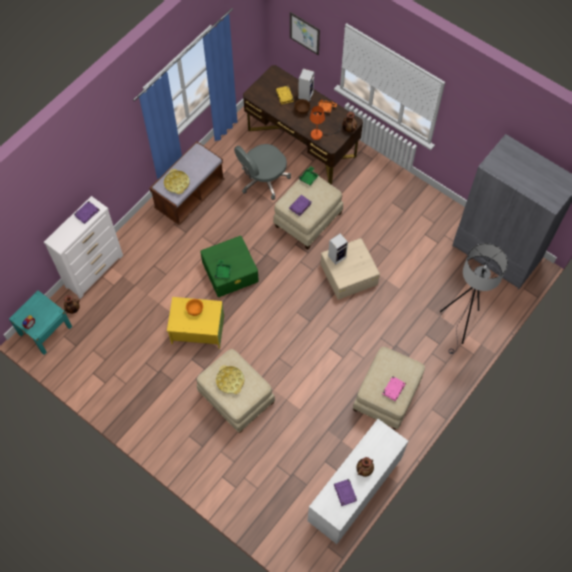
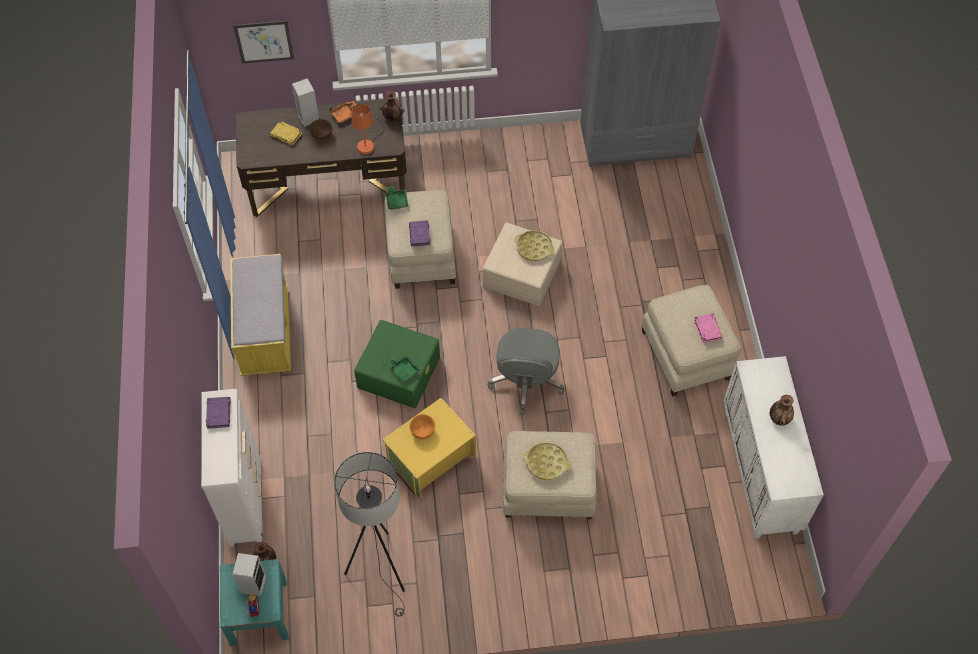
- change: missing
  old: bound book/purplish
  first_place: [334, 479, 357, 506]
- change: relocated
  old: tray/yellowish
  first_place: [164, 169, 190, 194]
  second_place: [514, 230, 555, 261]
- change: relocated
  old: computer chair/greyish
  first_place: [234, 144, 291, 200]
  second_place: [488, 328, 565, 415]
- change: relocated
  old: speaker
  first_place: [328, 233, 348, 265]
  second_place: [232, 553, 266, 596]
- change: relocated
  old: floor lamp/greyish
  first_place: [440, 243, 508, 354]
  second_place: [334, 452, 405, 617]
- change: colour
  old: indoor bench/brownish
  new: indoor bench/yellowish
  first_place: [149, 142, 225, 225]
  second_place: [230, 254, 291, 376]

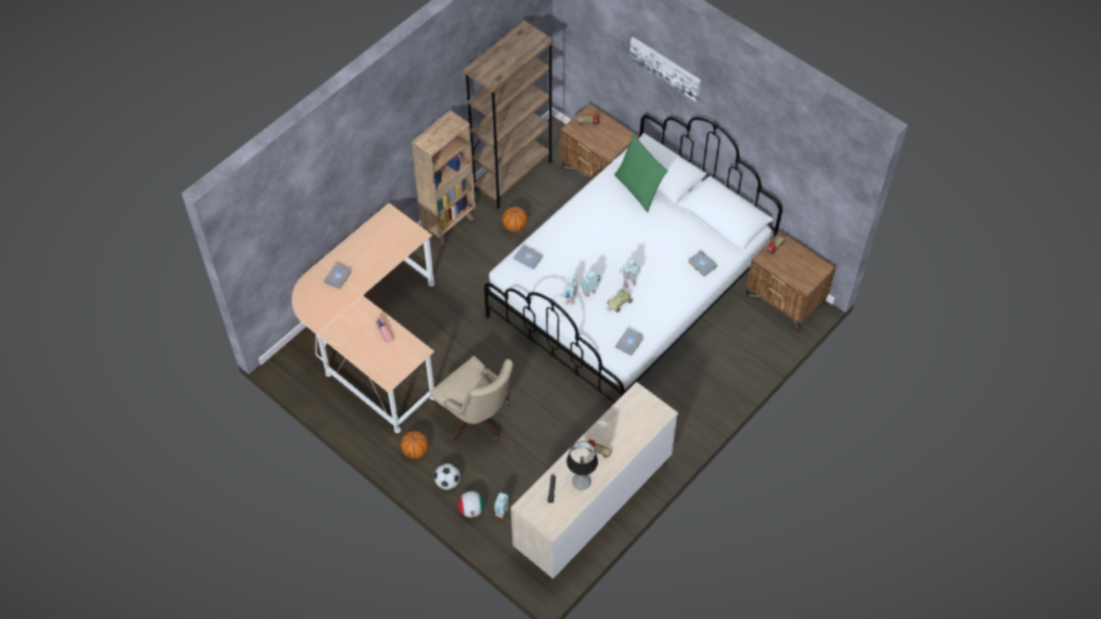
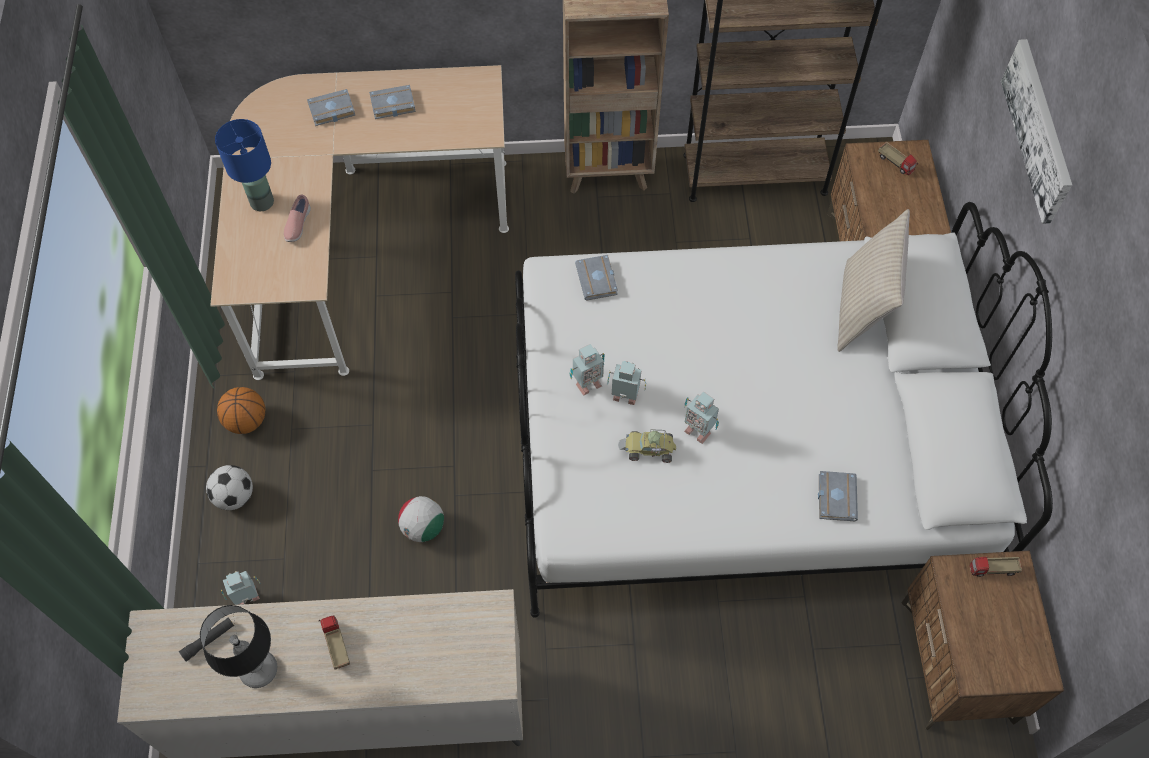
- change: missing
  old: computer chair/beige
  first_place: [430, 356, 513, 443]
- change: missing
  old: basketball
  first_place: [502, 207, 527, 232]
- change: appeared
  new: tabletop lamp/blue
  second_place: [215, 119, 274, 211]
- change: relocated
  old: football
  first_place: [458, 491, 484, 518]
  second_place: [398, 496, 444, 542]
- change: relocated
  old: bound book/greyish
  first_place: [615, 328, 644, 356]
  second_place: [369, 85, 416, 119]
- change: colour
  old: pillow/green-coloured
  new: pillow/beige
  first_place: [614, 134, 668, 213]
  second_place: [837, 209, 910, 352]

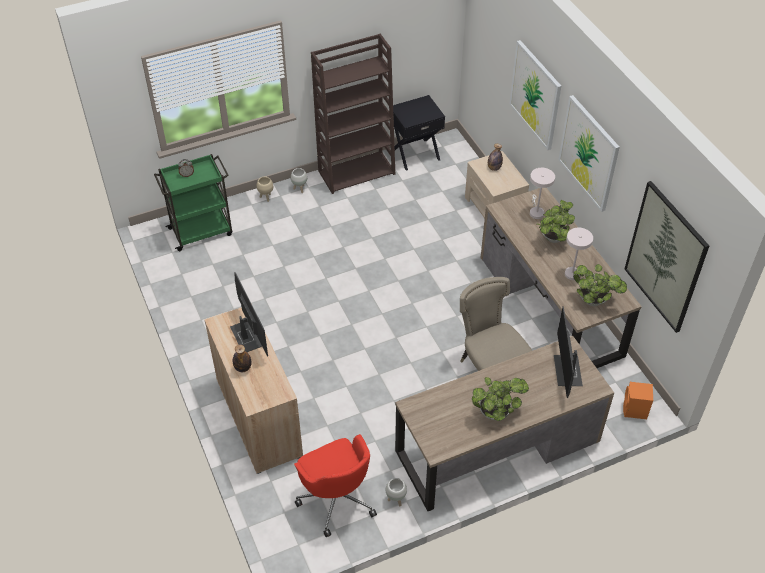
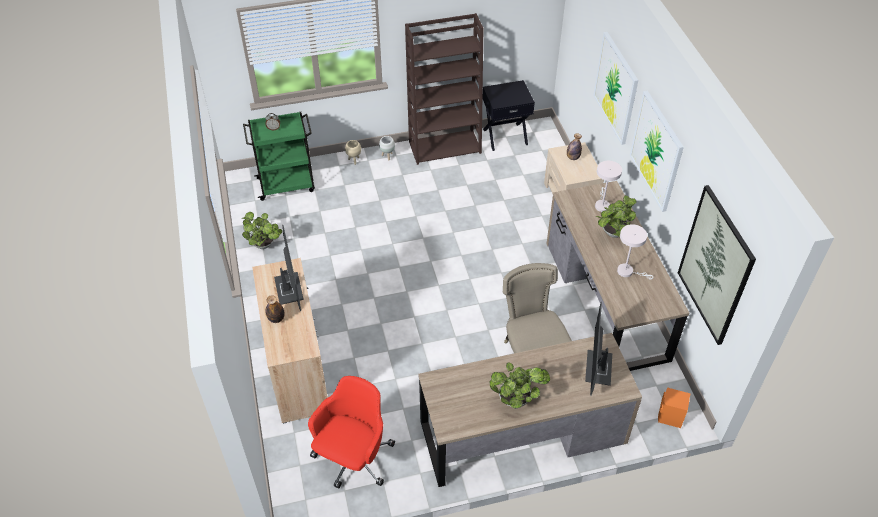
- change: missing
  old: flower pot/white-coloured
  first_place: [386, 478, 407, 506]
- change: relocated
  old: potted plant
  first_place: [573, 264, 627, 306]
  second_place: [242, 212, 282, 249]
- change: spun
  old: computer chair/red-coloured
  first_place: [294, 434, 377, 537]
  second_place: [308, 376, 395, 488]
  degrees: -135

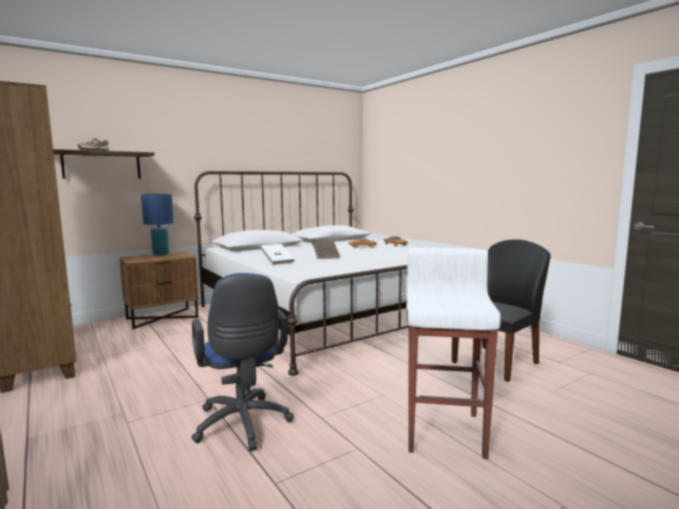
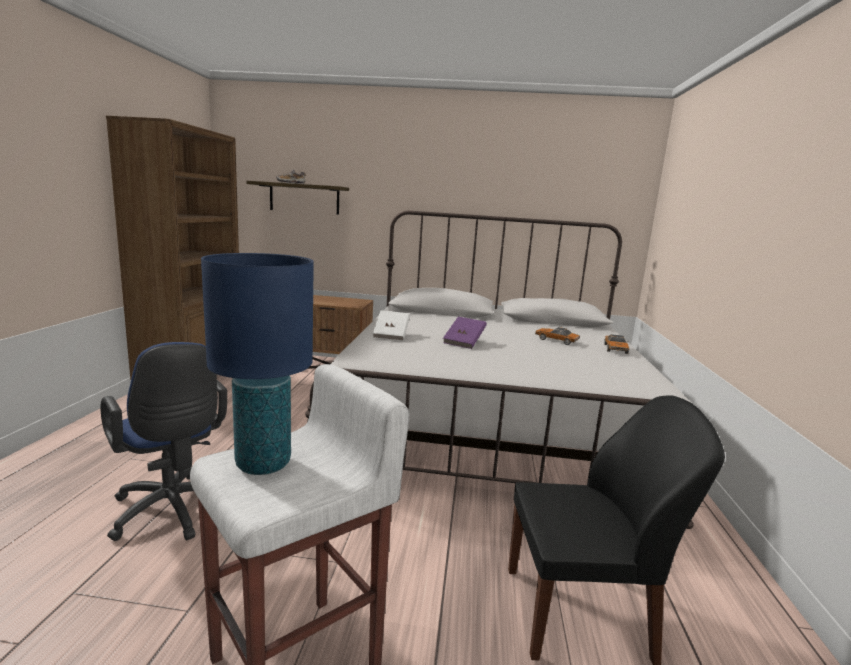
- change: relocated
  old: tabletop lamp/blue
  first_place: [141, 194, 174, 256]
  second_place: [201, 253, 314, 475]
- change: colour
  old: bound book/brownish
  new: bound book/purplish
  first_place: [312, 240, 340, 259]
  second_place: [443, 317, 487, 349]
- change: spun
  old: computer chair/blue
  first_place: [191, 273, 294, 451]
  second_place: [101, 342, 227, 541]
  degrees: -60

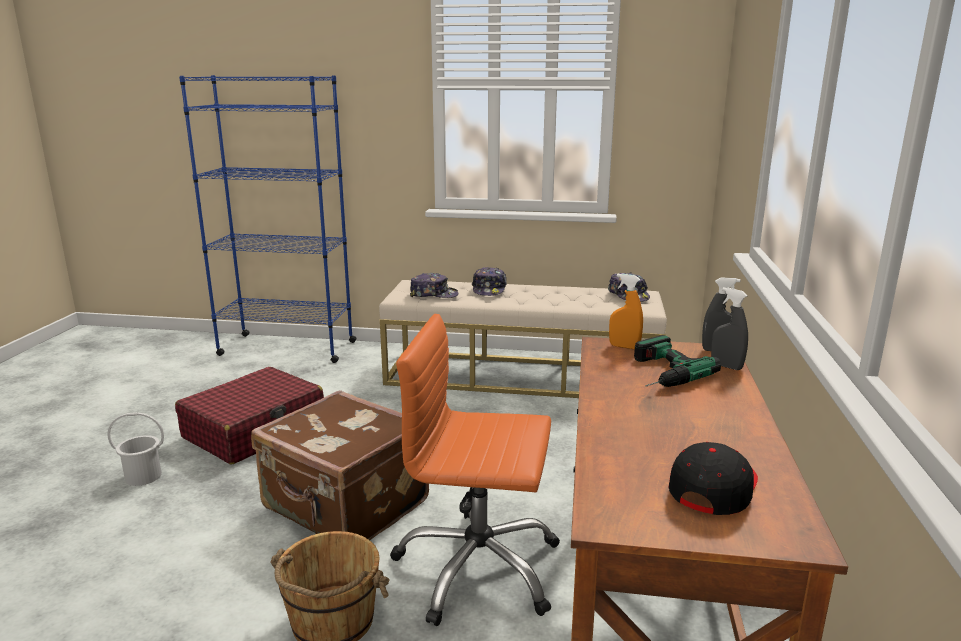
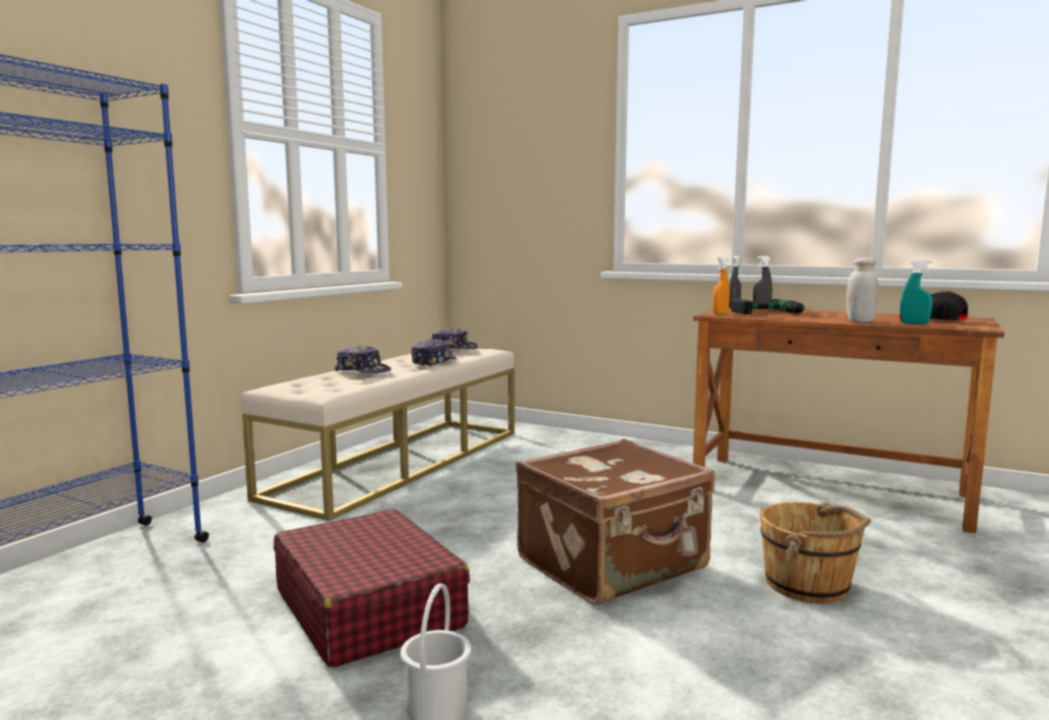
- change: missing
  old: computer chair/orange
  first_place: [390, 314, 560, 626]
- change: appeared
  new: storage jar/white-coloured
  second_place: [846, 258, 878, 323]
- change: appeared
  new: spray bottle/blue-green
  second_place: [900, 260, 933, 324]
- change: relocated
  old: cap
  first_place: [410, 273, 459, 298]
  second_place: [411, 339, 457, 366]

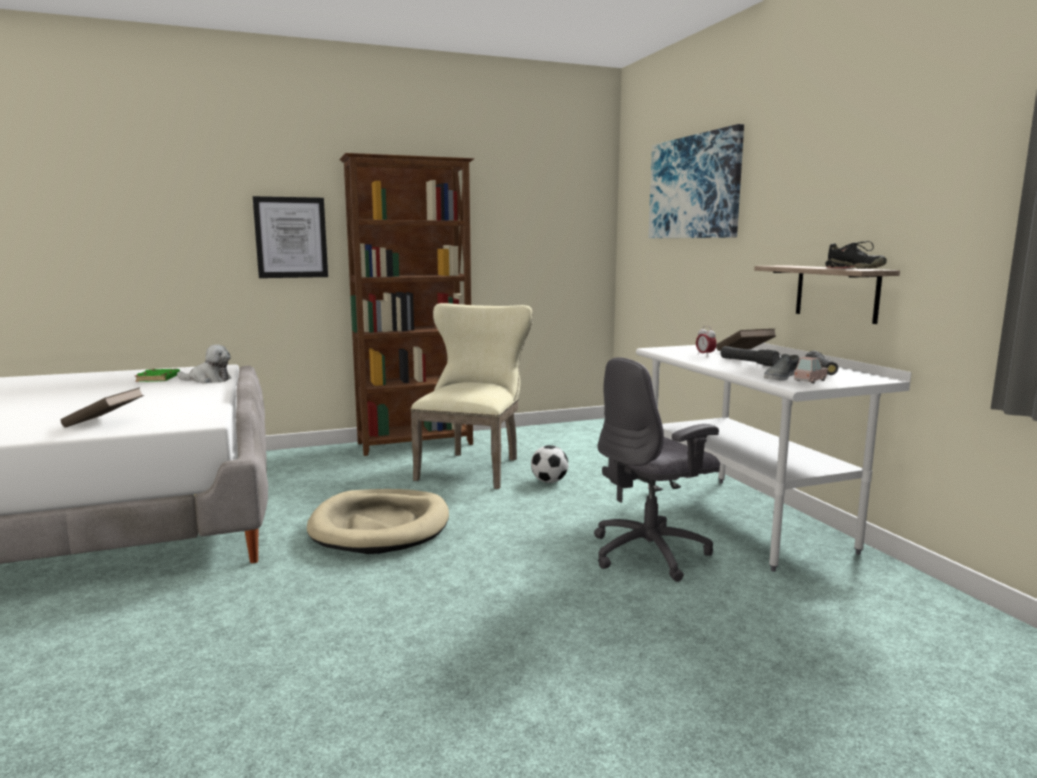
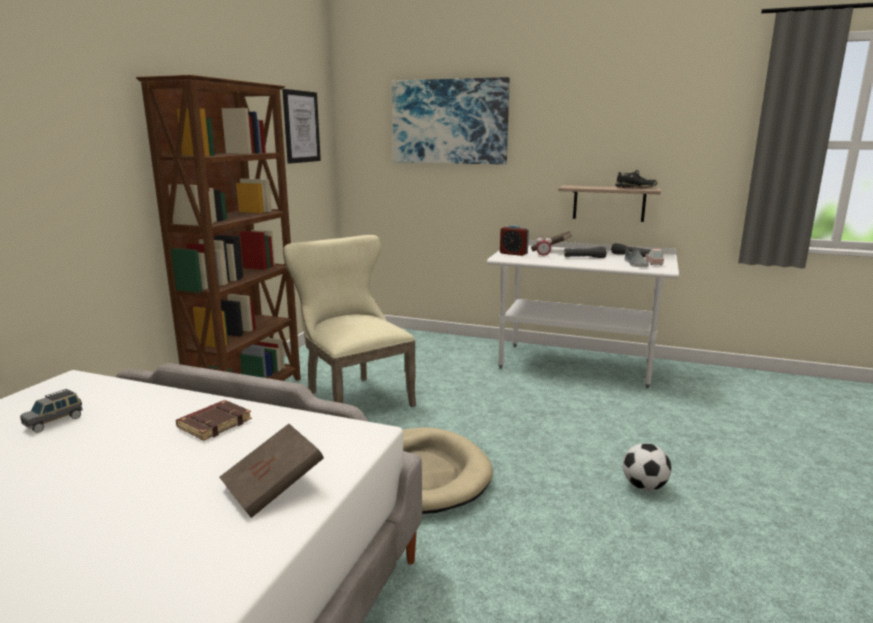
- change: missing
  old: plush toy
  first_place: [177, 344, 231, 384]
- change: missing
  old: computer chair/greyish
  first_place: [594, 357, 720, 582]
- change: appeared
  new: bound book/brownish
  second_place: [176, 400, 252, 441]
- change: appeared
  new: alarm clock
  second_place: [500, 225, 529, 256]
- change: relocated
  old: picture
  first_place: [253, 196, 328, 278]
  second_place: [282, 89, 321, 164]
- change: relocated
  old: football
  first_place: [531, 445, 568, 483]
  second_place: [623, 443, 671, 491]
- change: exchanged
  old: bound book/green-coloured
  new: toy car/greyish
  first_place: [135, 369, 180, 382]
  second_place: [20, 389, 83, 433]

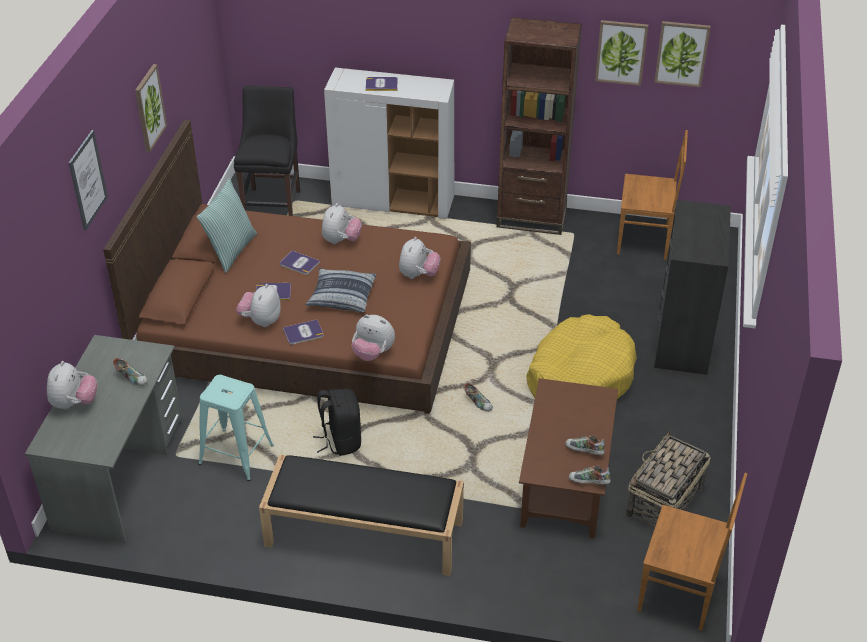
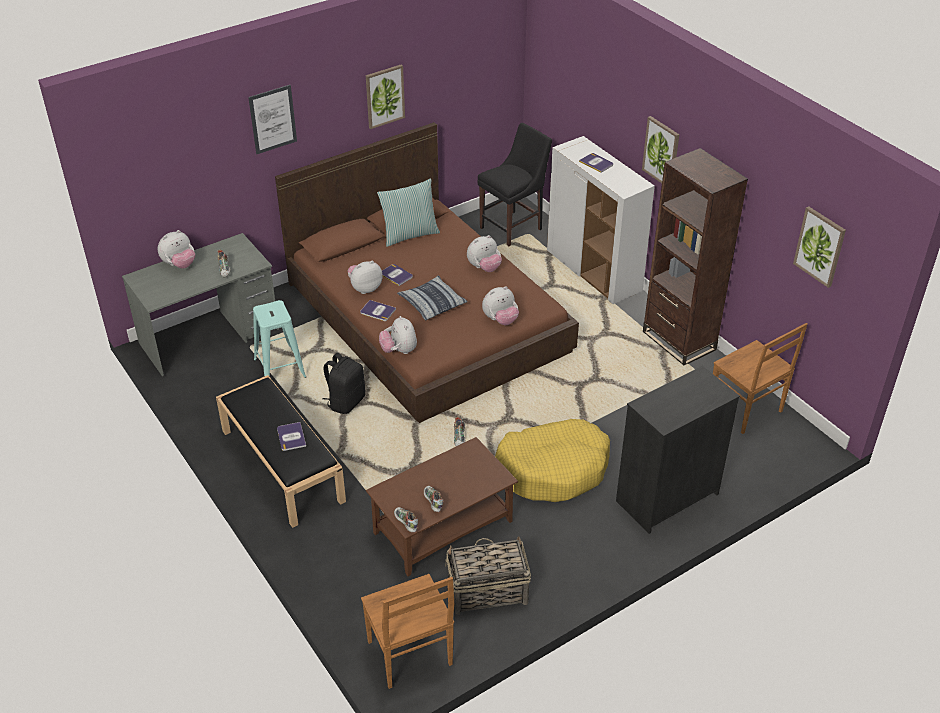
- change: relocated
  old: bound book
  first_place: [280, 251, 320, 275]
  second_place: [277, 422, 306, 451]
- change: relocated
  old: picture
  first_place: [595, 20, 648, 86]
  second_place: [642, 116, 679, 183]

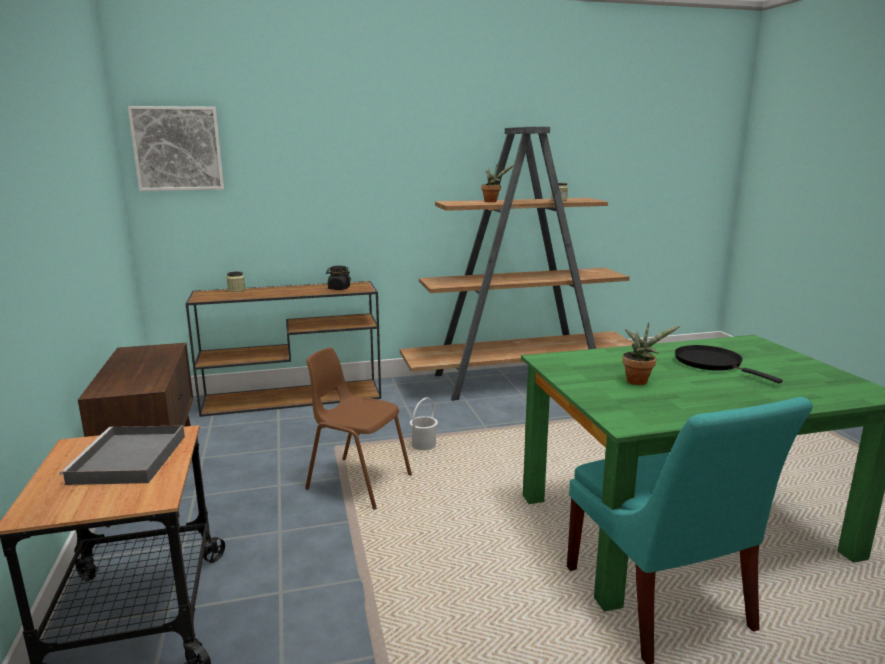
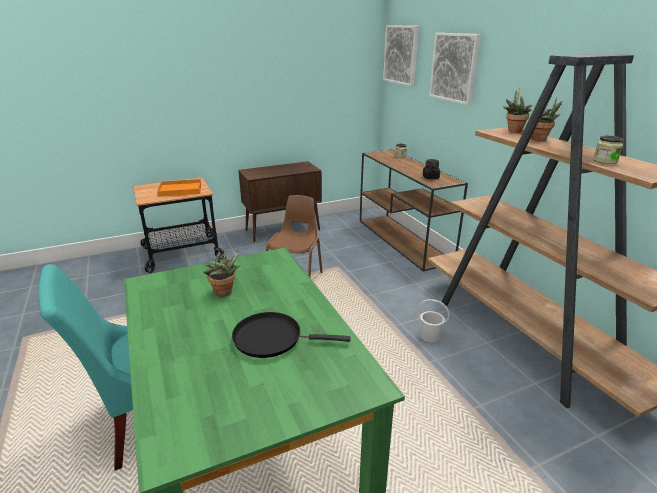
- change: appeared
  new: picture
  second_place: [429, 33, 481, 105]
- change: appeared
  new: potted plant
  second_place: [503, 88, 532, 133]
- change: relocated
  old: bucket/white-coloured
  first_place: [410, 397, 438, 450]
  second_place: [417, 299, 449, 342]
- change: colour
  old: tray/greyish
  new: tray/orange
  first_place: [59, 425, 185, 485]
  second_place: [157, 179, 201, 197]
- change: spun
  old: frying pan/blackish
  first_place: [675, 345, 783, 383]
  second_place: [232, 312, 351, 358]
  degrees: -135

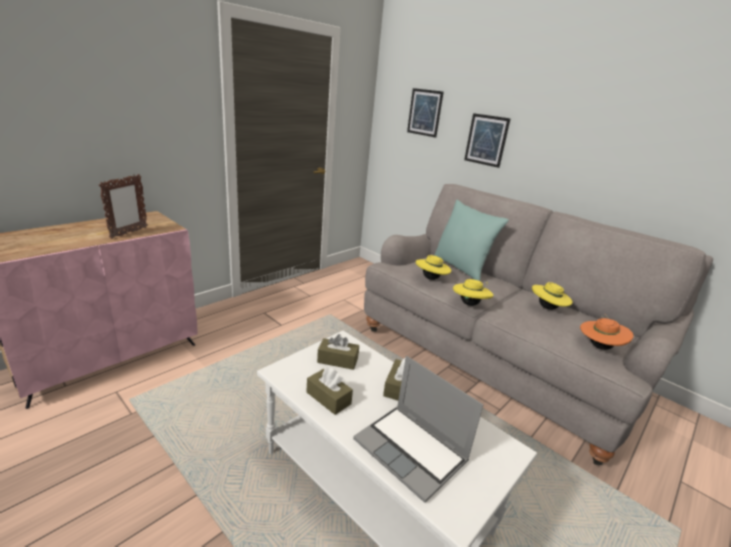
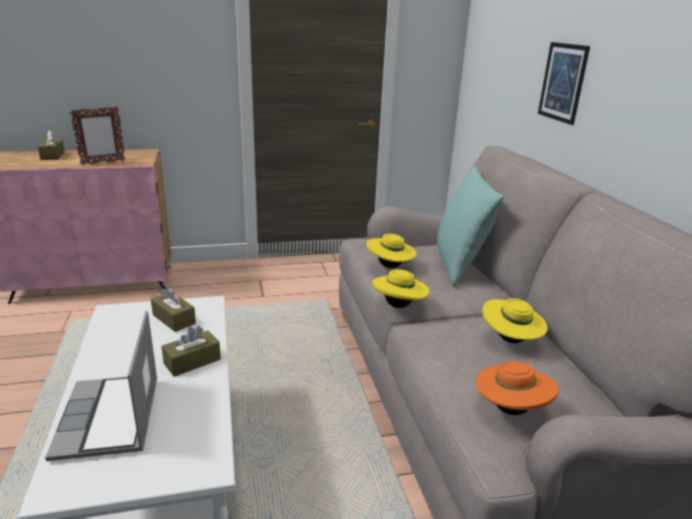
- change: missing
  old: picture
  first_place: [407, 88, 443, 138]
- change: relocated
  old: tissue holder/brownish
  first_place: [306, 367, 353, 415]
  second_place: [38, 130, 65, 160]

